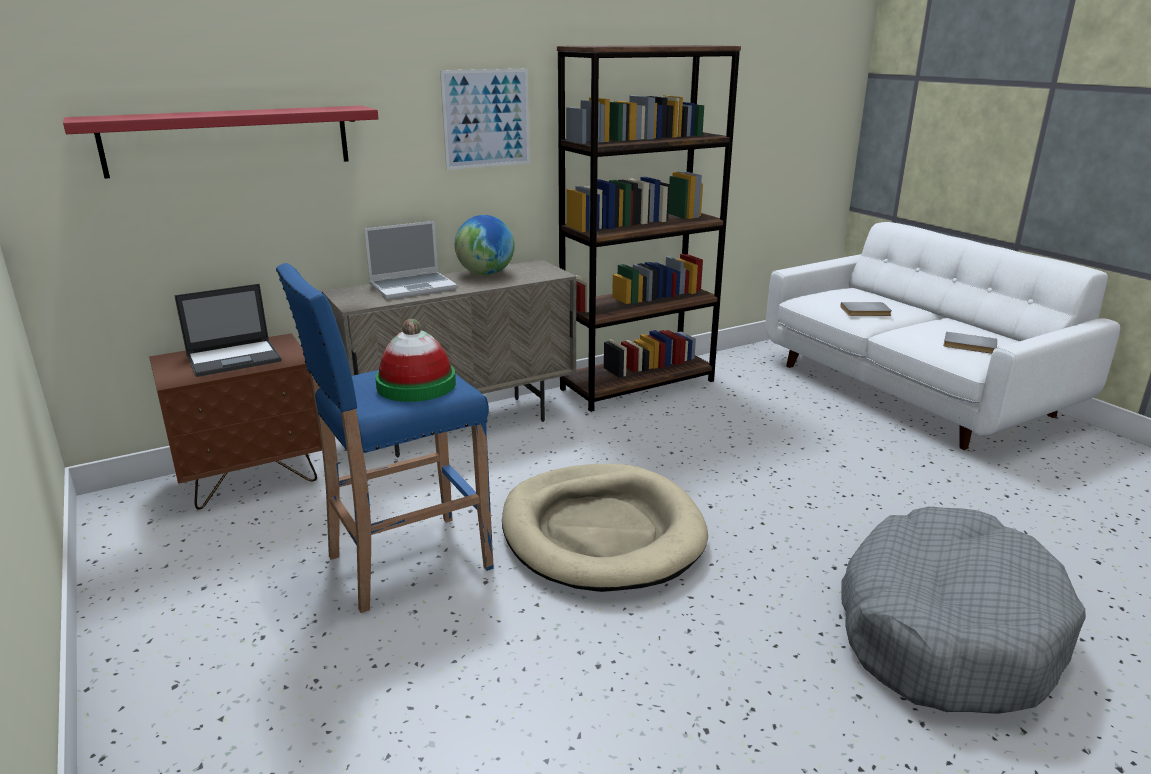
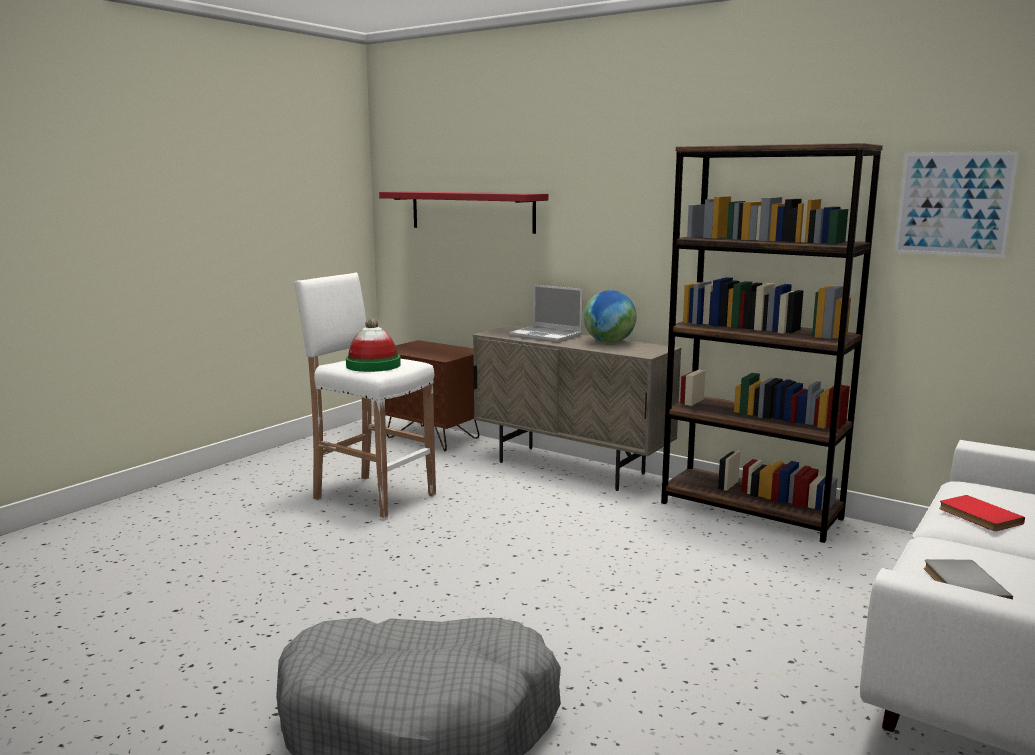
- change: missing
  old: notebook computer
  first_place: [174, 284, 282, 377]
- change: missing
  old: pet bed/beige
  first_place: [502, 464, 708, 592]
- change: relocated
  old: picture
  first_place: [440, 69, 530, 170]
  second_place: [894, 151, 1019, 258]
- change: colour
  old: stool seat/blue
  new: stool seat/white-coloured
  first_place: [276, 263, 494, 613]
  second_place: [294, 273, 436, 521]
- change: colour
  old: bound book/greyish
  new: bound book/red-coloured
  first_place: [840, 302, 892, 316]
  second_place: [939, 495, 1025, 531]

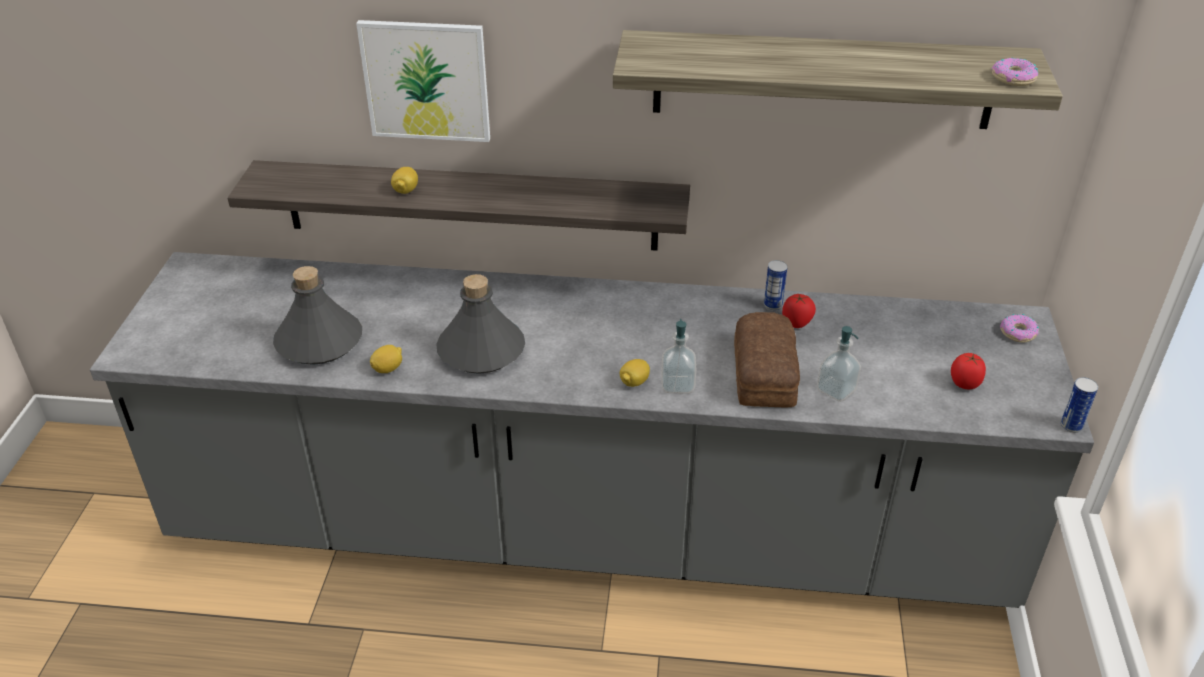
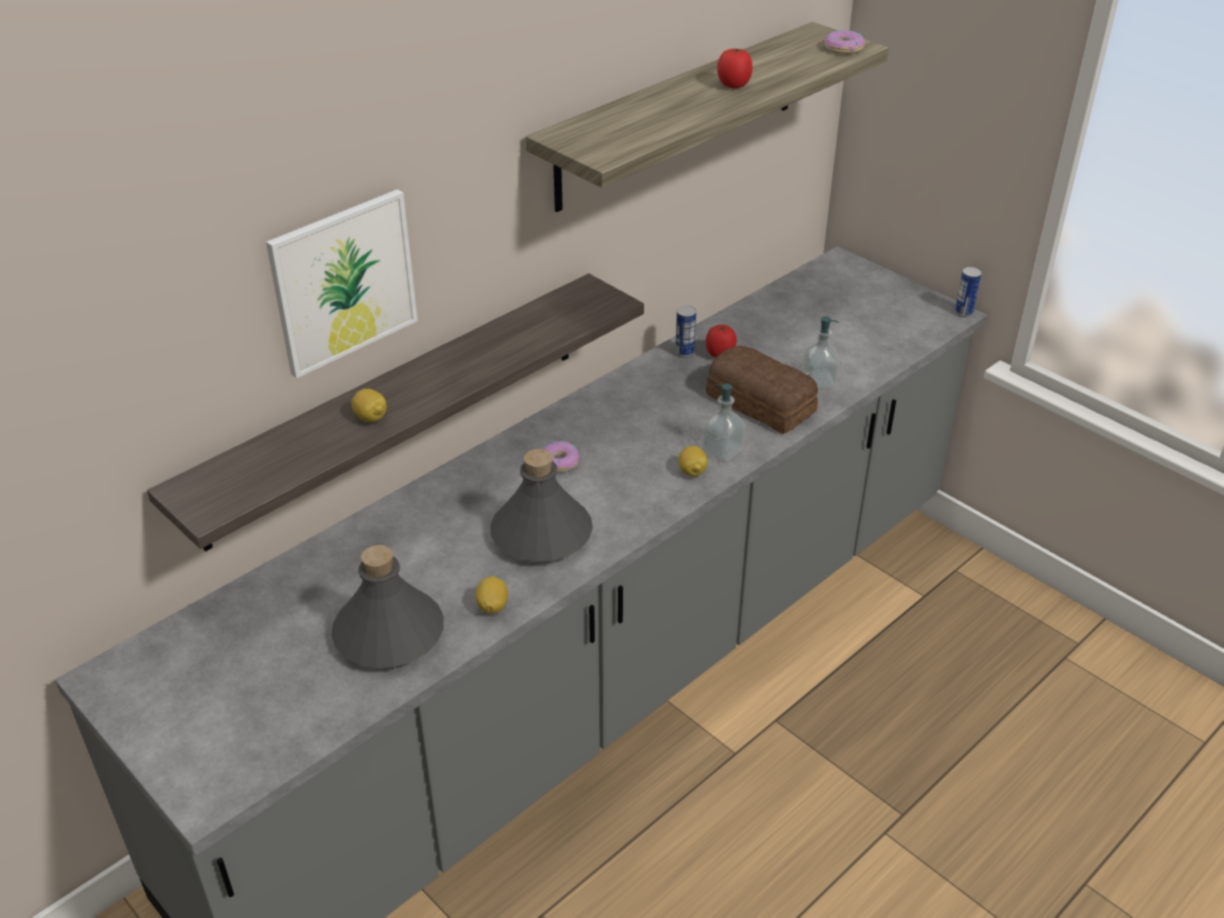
- change: relocated
  old: whole tomato
  first_place: [951, 353, 986, 389]
  second_place: [717, 48, 752, 88]
- change: relocated
  old: ring doughnut
  first_place: [1000, 314, 1039, 342]
  second_place: [543, 441, 579, 472]

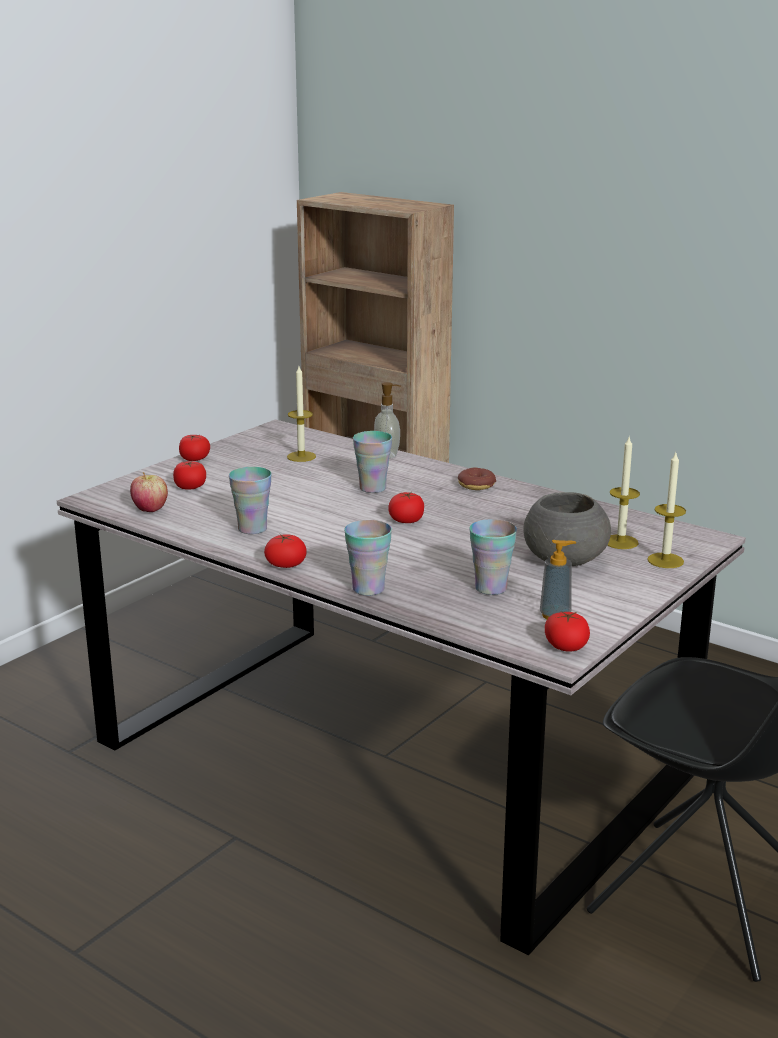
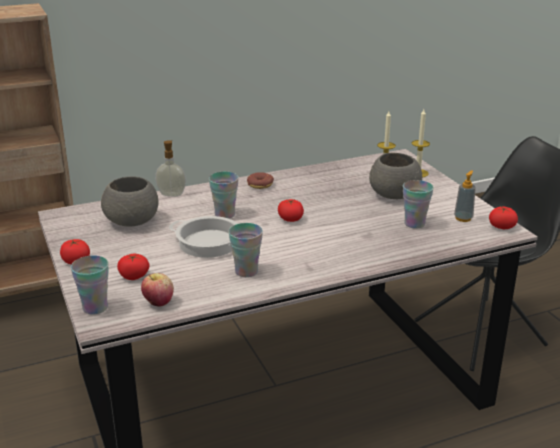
- change: missing
  old: whole tomato
  first_place: [264, 534, 307, 568]
- change: appeared
  new: cooking pot
  second_place: [169, 216, 238, 258]
- change: relocated
  old: cup
  first_place: [344, 520, 392, 596]
  second_place: [71, 255, 109, 315]
- change: exchanged
  old: wax light
  new: serving bowl/greyish
  first_place: [287, 366, 316, 462]
  second_place: [101, 176, 158, 227]

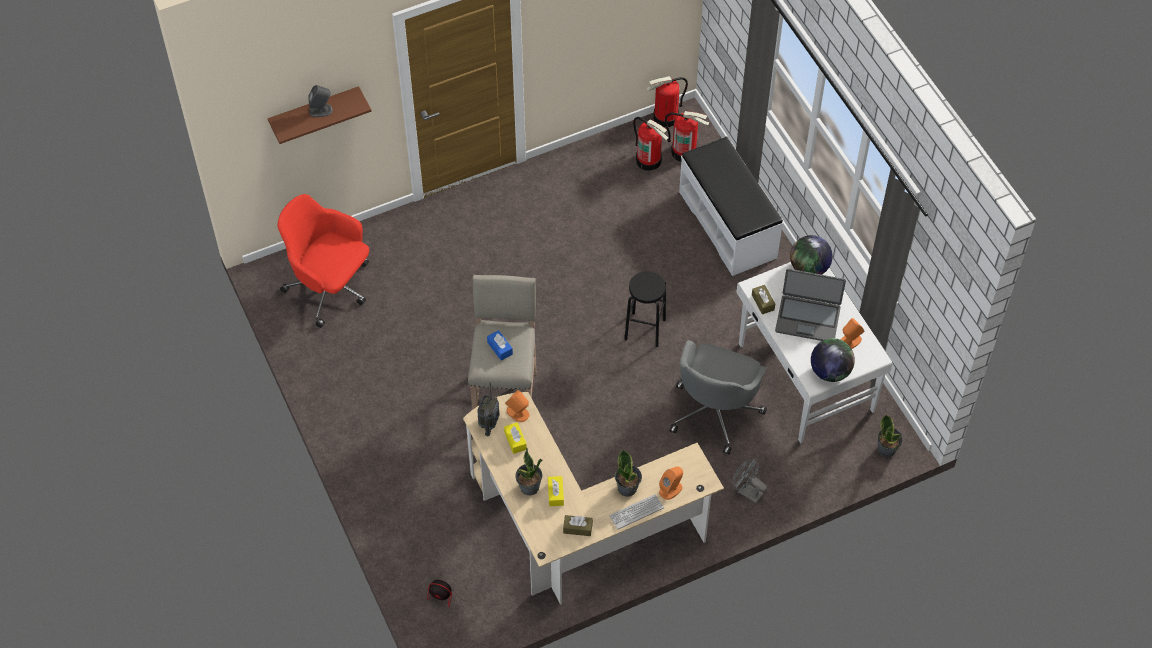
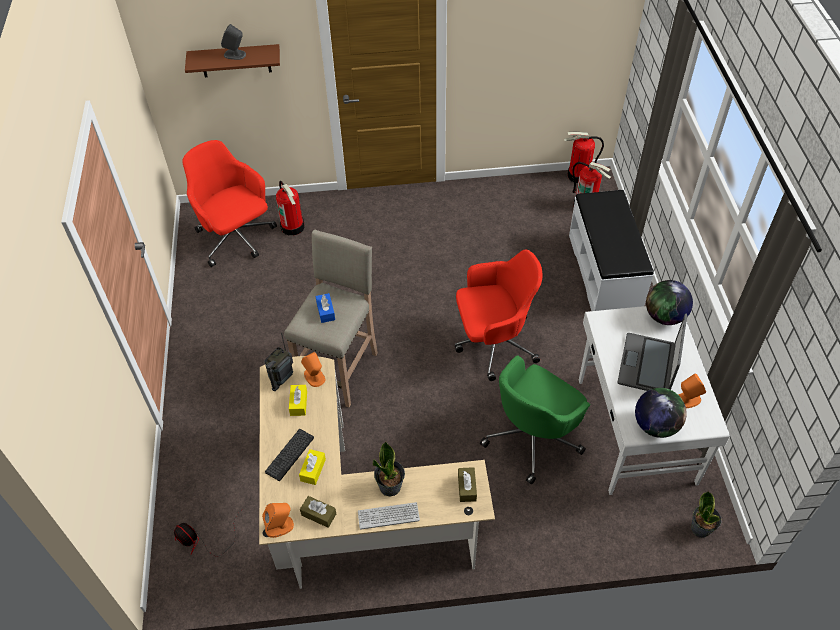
- change: missing
  old: fan/greyish
  first_place: [732, 459, 767, 503]
- change: relocated
  old: fire-fighting cylinder
  first_place: [633, 117, 668, 171]
  second_place: [276, 181, 305, 236]
- change: relocated
  old: speaker/orange
  first_place: [659, 466, 683, 500]
  second_place: [262, 503, 294, 538]
- change: relocated
  old: tissue holder/brownish
  first_place: [752, 285, 775, 314]
  second_place: [458, 467, 477, 502]
- change: exchanged
  old: potted plant
  new: keyboard
  first_place: [515, 448, 543, 495]
  second_place: [265, 429, 314, 481]
- change: exchanged
  old: stool seat/blackish
  new: computer chair/red-coloured
  first_place: [624, 271, 666, 347]
  second_place: [455, 250, 543, 381]
- change: colour
  old: computer chair/greyish
  new: computer chair/green-coloured
  first_place: [669, 340, 767, 455]
  second_place: [480, 355, 591, 485]
- change: spun
  old: notebook computer
  first_place: [775, 269, 846, 341]
  second_place: [618, 313, 687, 391]
  degrees: 75

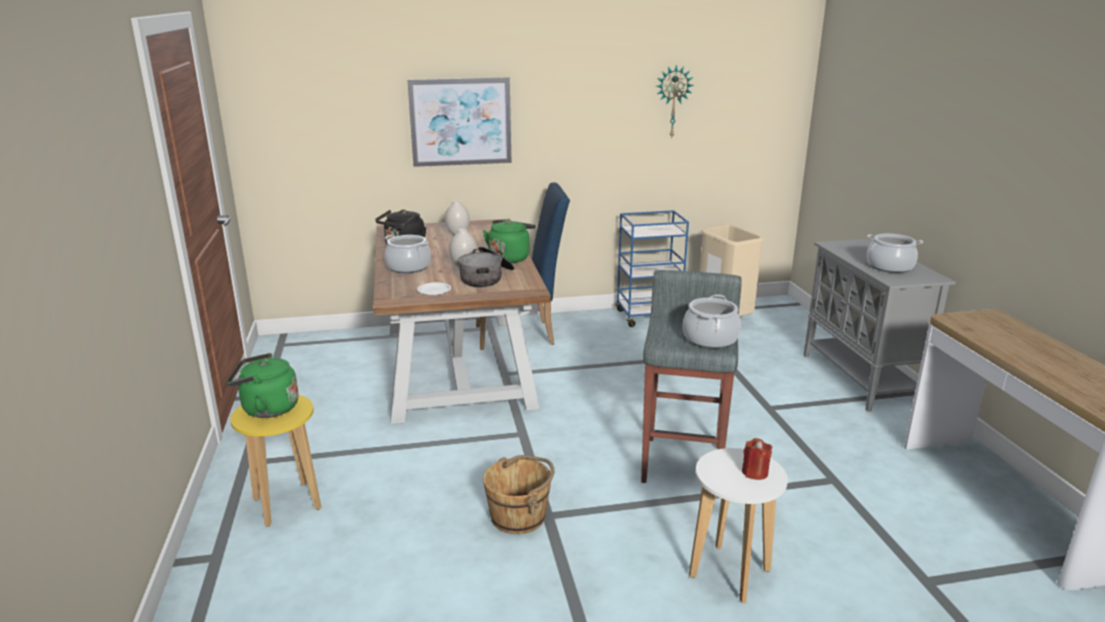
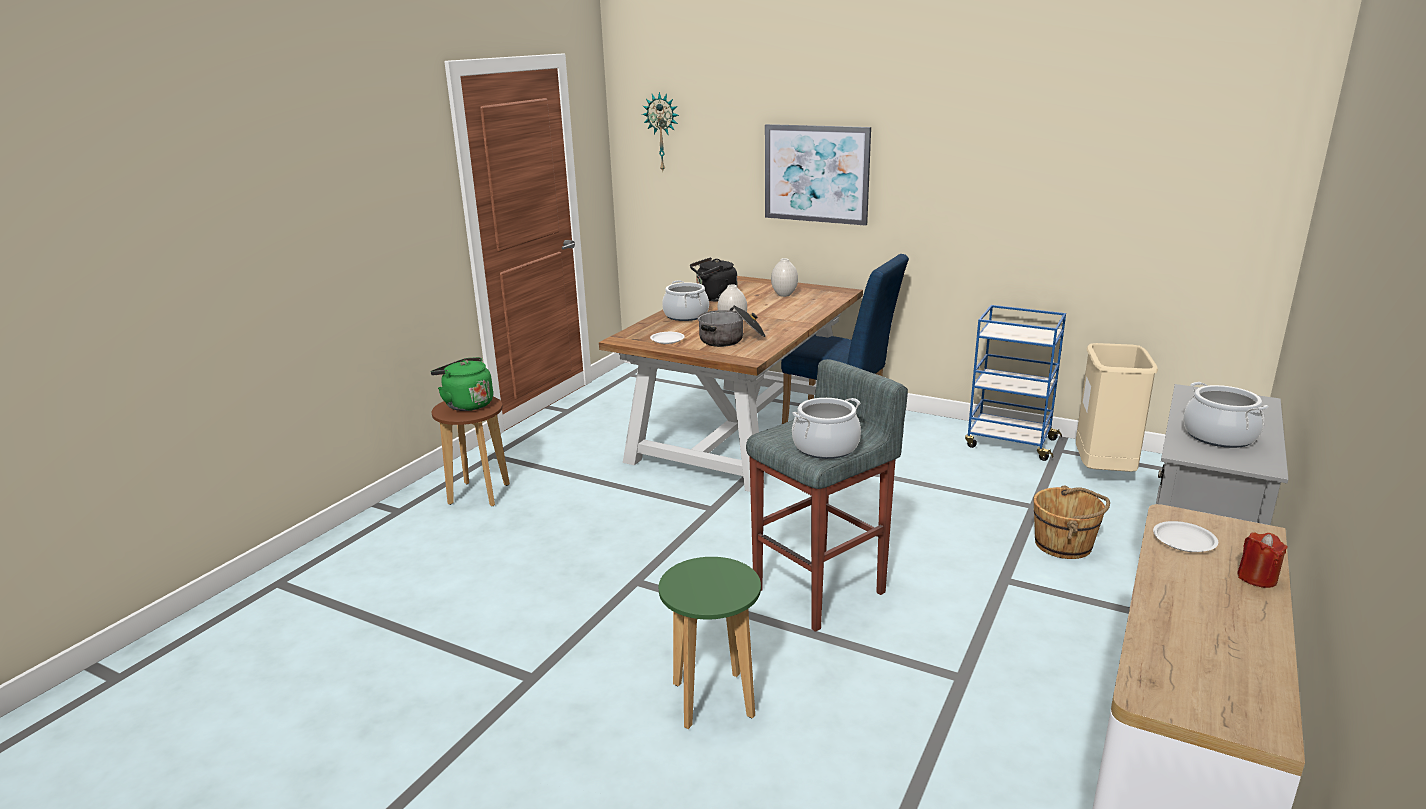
- change: missing
  old: kettle/green-coloured
  first_place: [483, 220, 536, 263]
- change: appeared
  new: flat dish/white-coloured
  second_place: [1153, 521, 1218, 552]
- change: relocated
  old: bucket/brownish
  first_place: [483, 455, 554, 534]
  second_place: [1033, 485, 1110, 559]
- change: relocated
  old: hanging clock
  first_place: [656, 65, 694, 137]
  second_place: [642, 92, 679, 172]
- change: relocated
  old: wax light/red-coloured
  first_place: [742, 438, 772, 480]
  second_place: [1237, 532, 1288, 588]
- change: colour
  old: stool seat/yellowish
  new: stool seat/brownish
  first_place: [230, 395, 321, 527]
  second_place: [432, 397, 510, 506]
- change: colour
  old: stool seat/white-coloured
  new: stool seat/green-coloured
  first_place: [689, 448, 788, 603]
  second_place: [659, 557, 761, 729]

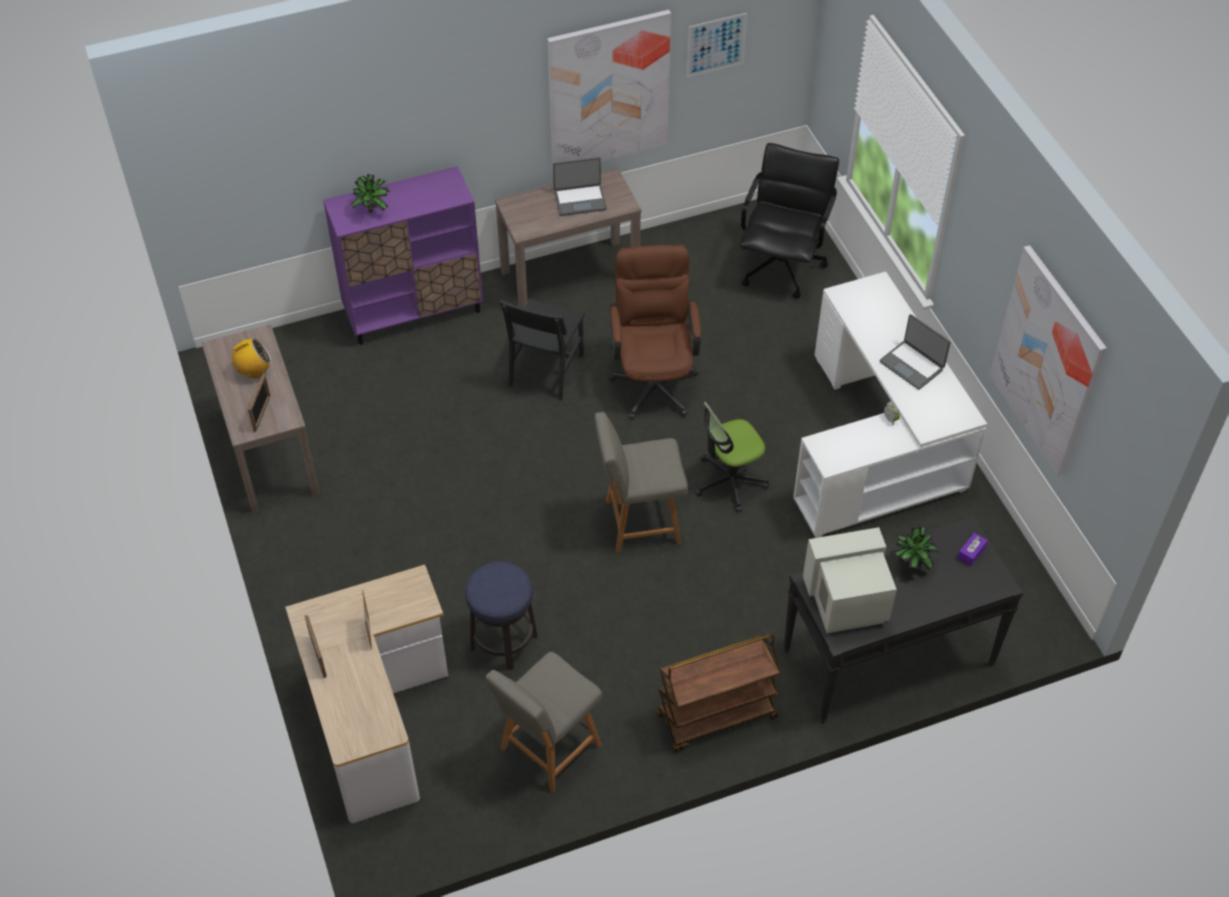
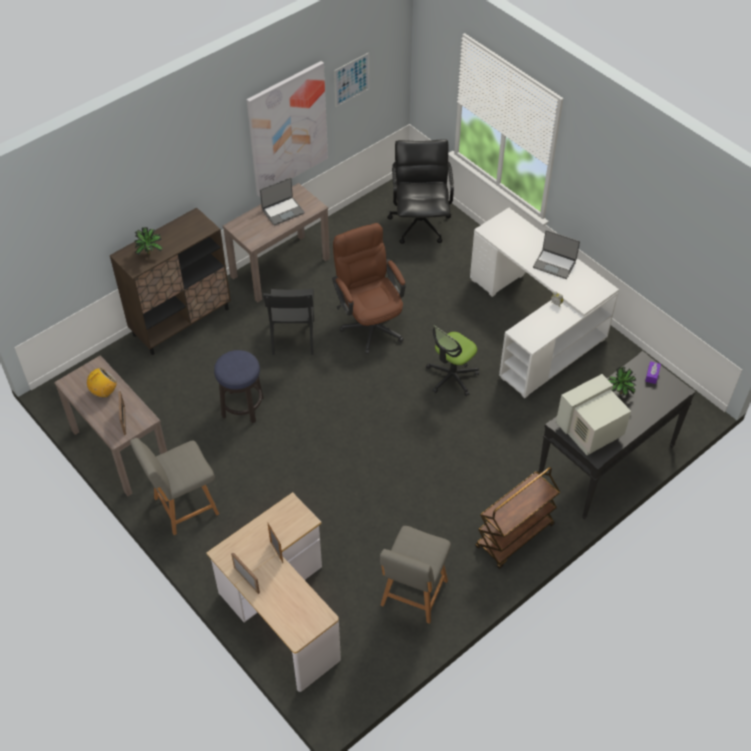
- change: missing
  old: picture
  first_place: [990, 245, 1107, 476]
- change: relocated
  old: stool seat
  first_place: [465, 562, 538, 670]
  second_place: [214, 350, 264, 423]
- change: relocated
  old: upright chair/greyish
  first_place: [595, 412, 688, 553]
  second_place: [130, 438, 219, 535]
- change: colour
  old: storage cabinet/purplish
  new: storage cabinet/brownish
  first_place: [323, 166, 483, 345]
  second_place: [110, 207, 231, 355]

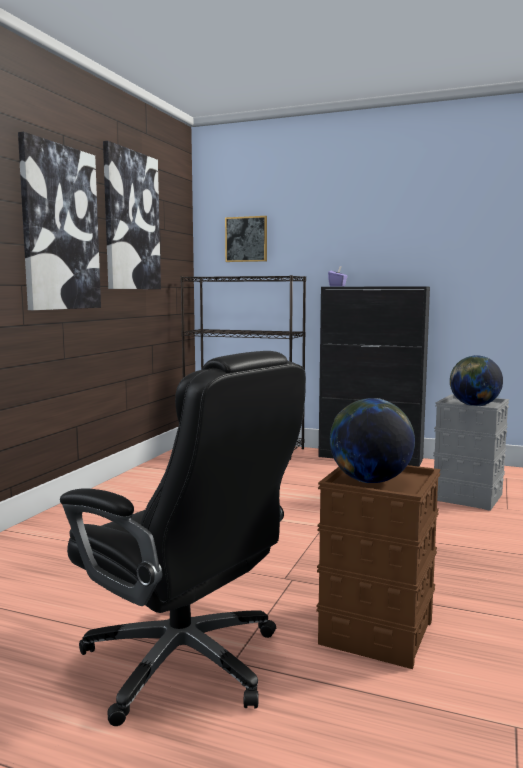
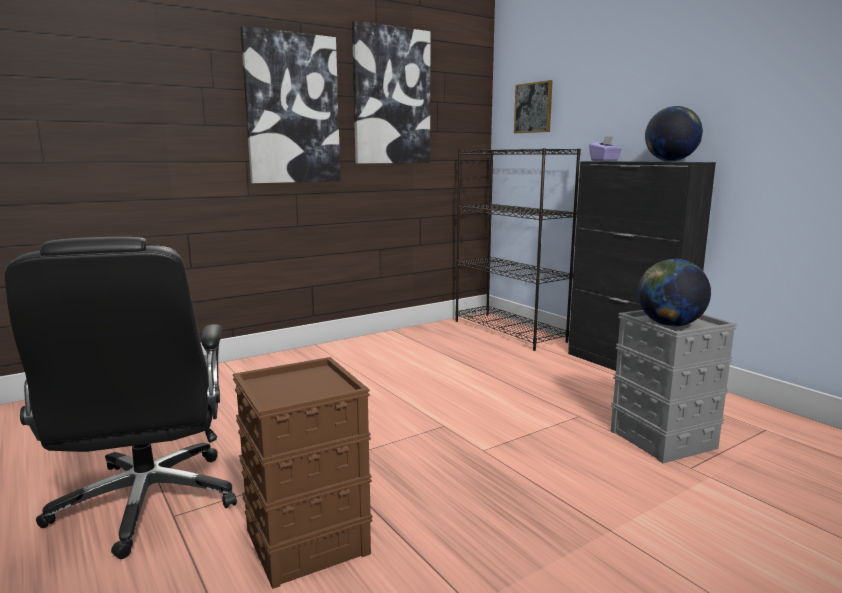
- change: relocated
  old: world globe
  first_place: [330, 398, 415, 483]
  second_place: [645, 106, 703, 162]

